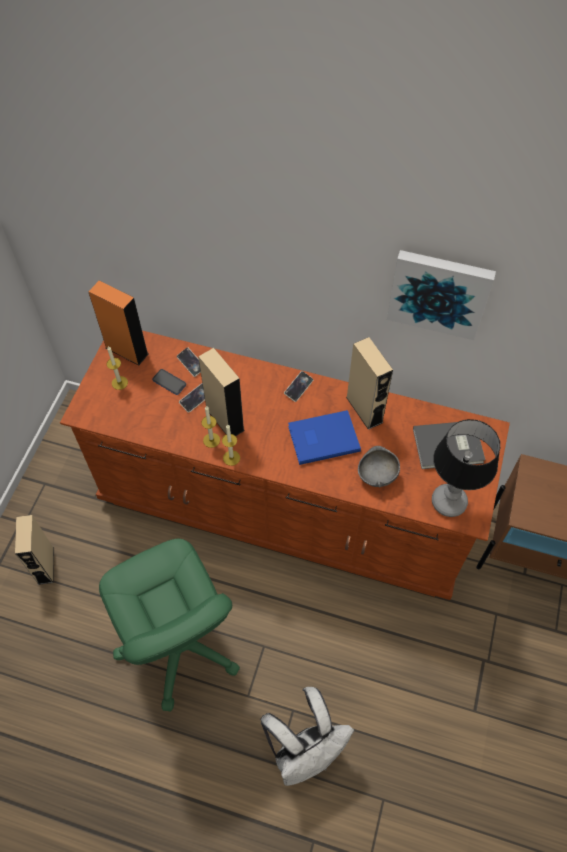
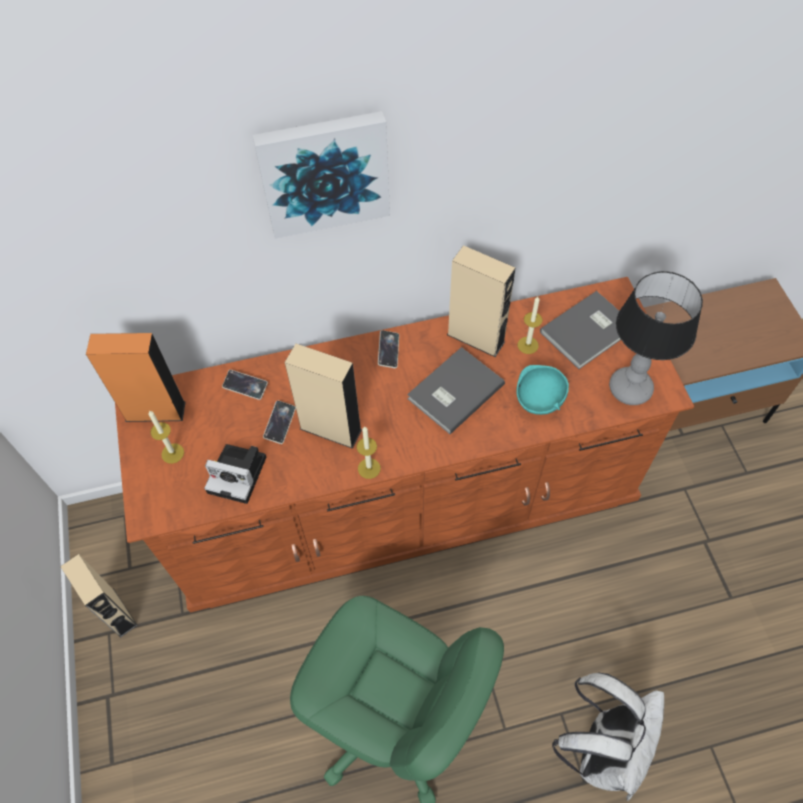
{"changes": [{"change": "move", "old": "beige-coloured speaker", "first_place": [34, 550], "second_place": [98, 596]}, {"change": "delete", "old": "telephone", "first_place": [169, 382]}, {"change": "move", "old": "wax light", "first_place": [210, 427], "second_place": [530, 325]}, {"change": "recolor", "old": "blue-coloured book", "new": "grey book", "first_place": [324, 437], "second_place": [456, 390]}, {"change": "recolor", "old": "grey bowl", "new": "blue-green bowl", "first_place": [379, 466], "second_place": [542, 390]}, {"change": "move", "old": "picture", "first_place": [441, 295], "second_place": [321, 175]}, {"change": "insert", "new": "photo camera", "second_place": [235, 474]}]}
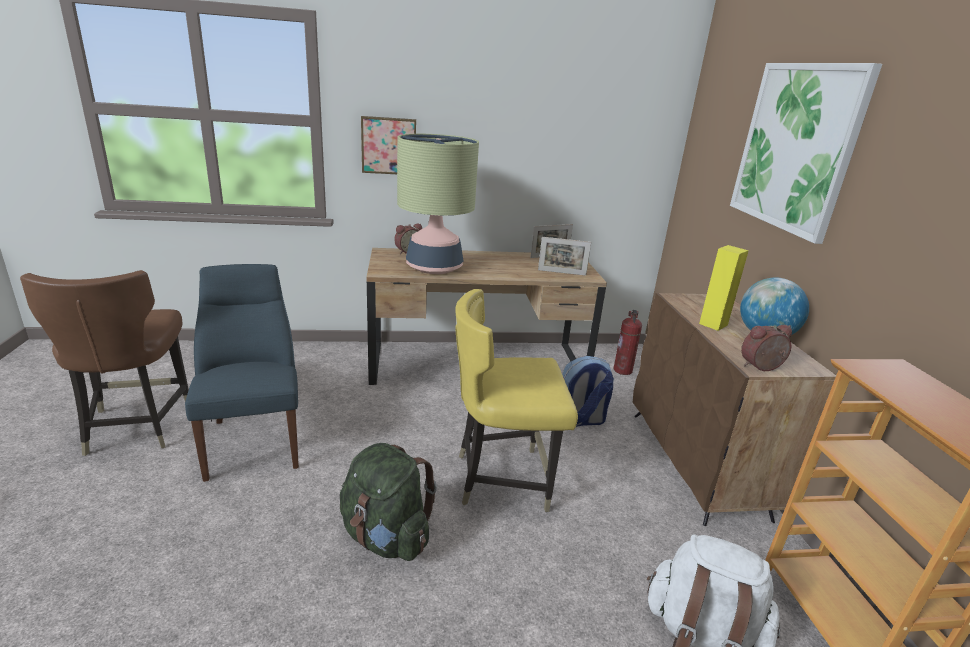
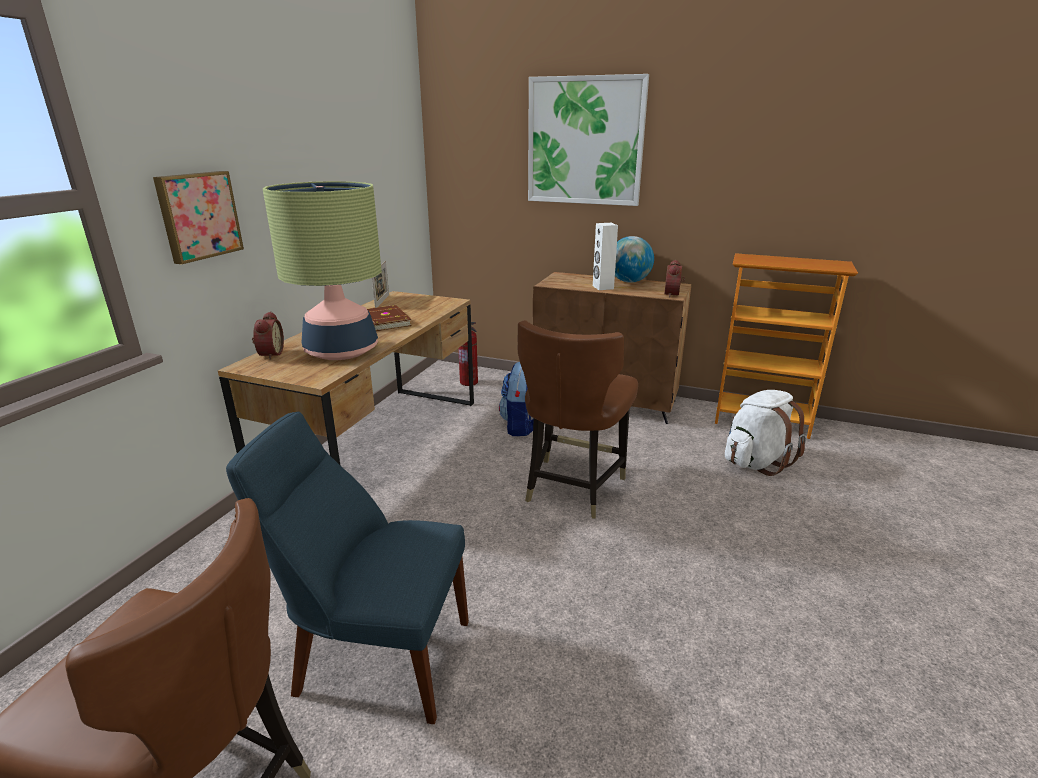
{"changes": [{"change": "delete", "old": "greenish knapsack", "first_place": [388, 502]}, {"change": "recolor", "old": "yellow-coloured plain chair", "new": "brownish plain chair", "first_place": [516, 400], "second_place": [578, 419]}, {"change": "delete", "old": "standing frame", "first_place": [564, 256]}, {"change": "recolor", "old": "yellow-coloured speaker", "new": "white speaker", "first_place": [724, 288], "second_place": [605, 256]}, {"change": "insert", "new": "brownish book", "second_place": [389, 318]}]}
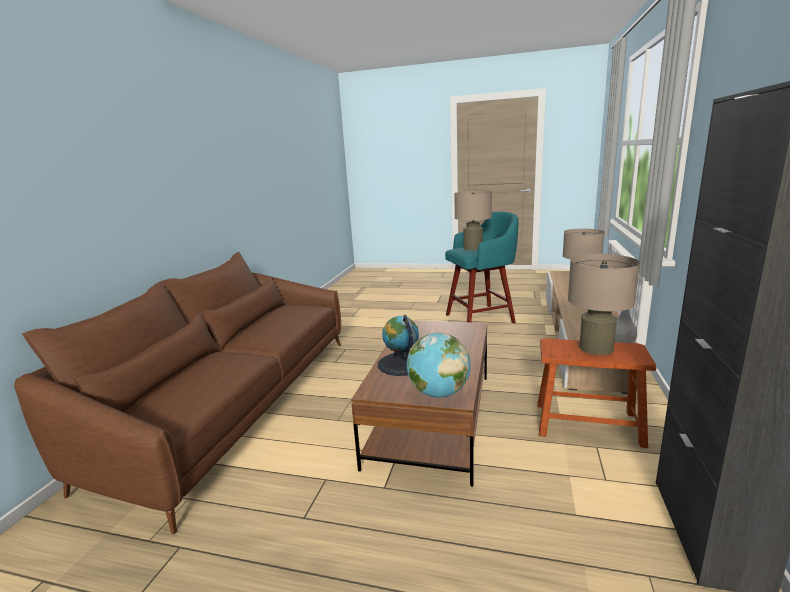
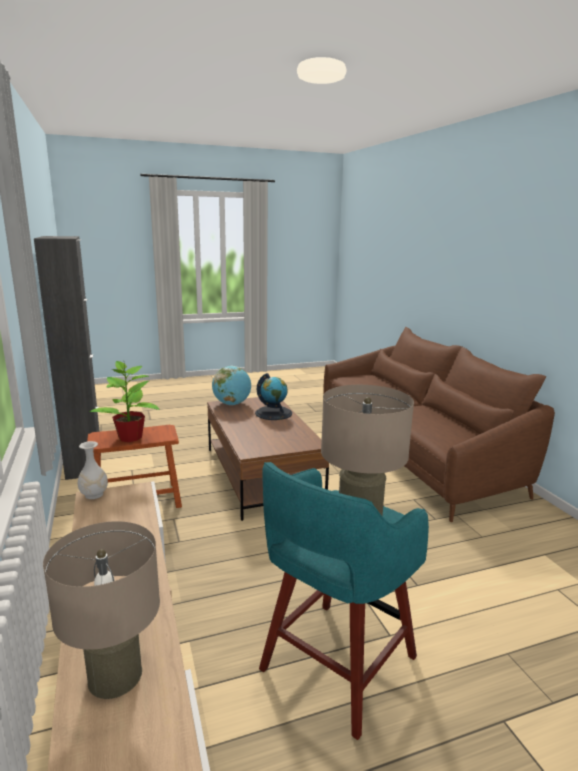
{"changes": [{"change": "replace", "old": "beige-coloured tabletop lamp", "new": "potted plant", "first_place": [604, 304], "second_place": [124, 401]}]}
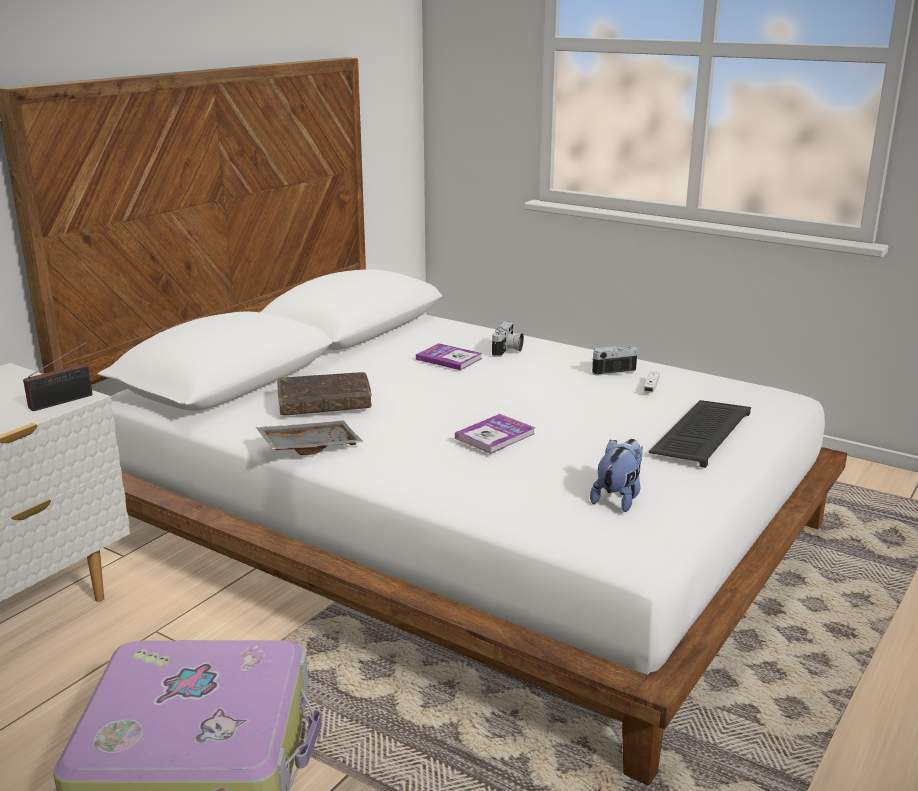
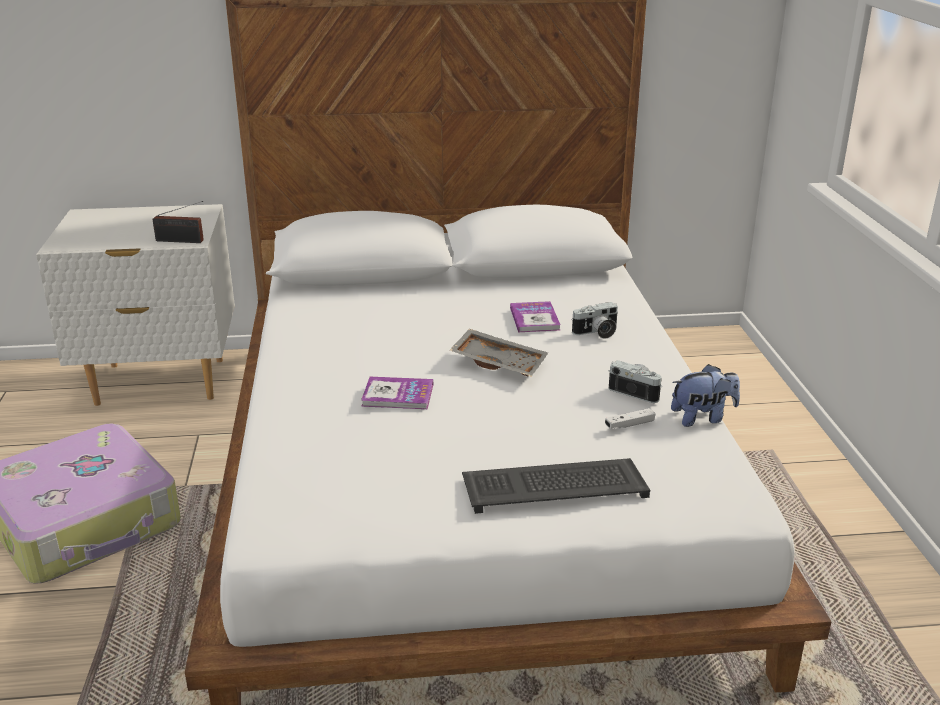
{"changes": [{"change": "move", "old": "grey tray", "first_place": [309, 437], "second_place": [499, 352]}, {"change": "delete", "old": "brownish book", "first_place": [324, 393]}, {"change": "move", "old": "cuddly toy", "first_place": [616, 475], "second_place": [705, 395]}]}
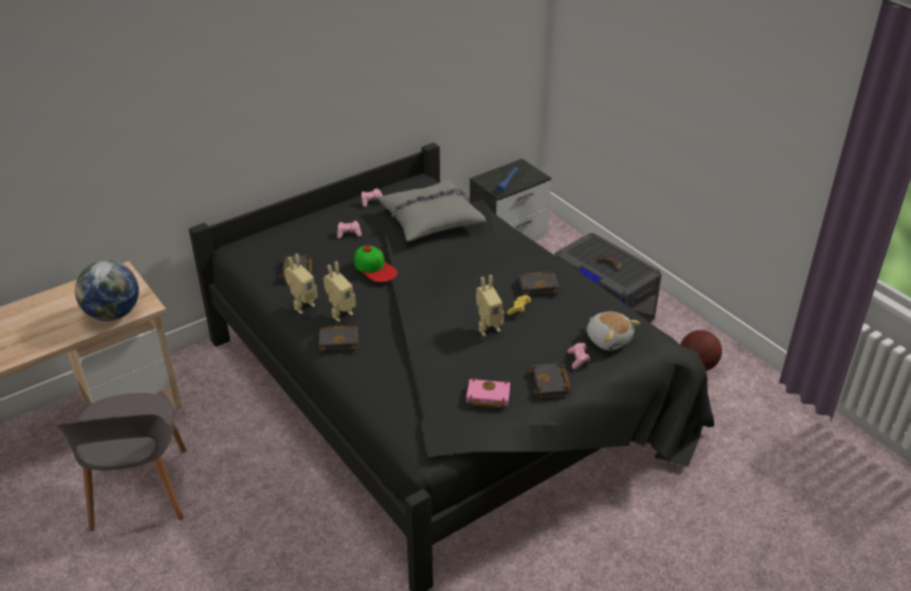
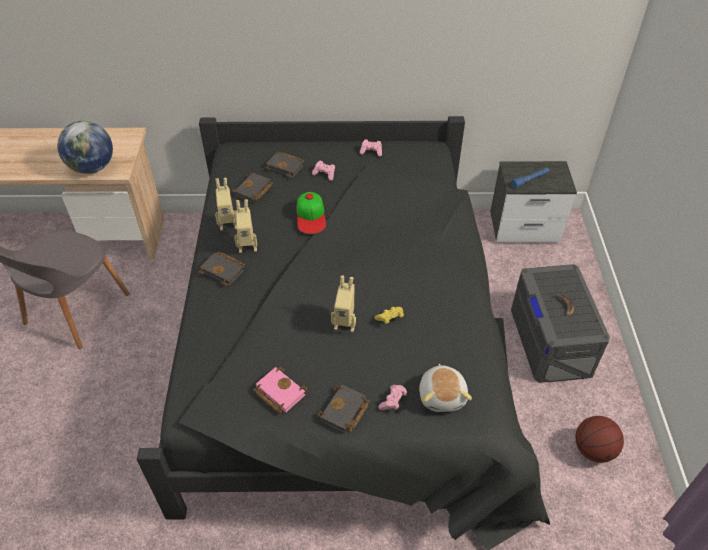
{"changes": [{"change": "delete", "old": "grey pillow", "first_place": [431, 211]}, {"change": "move", "old": "black-coloured book", "first_place": [539, 284], "second_place": [284, 165]}]}
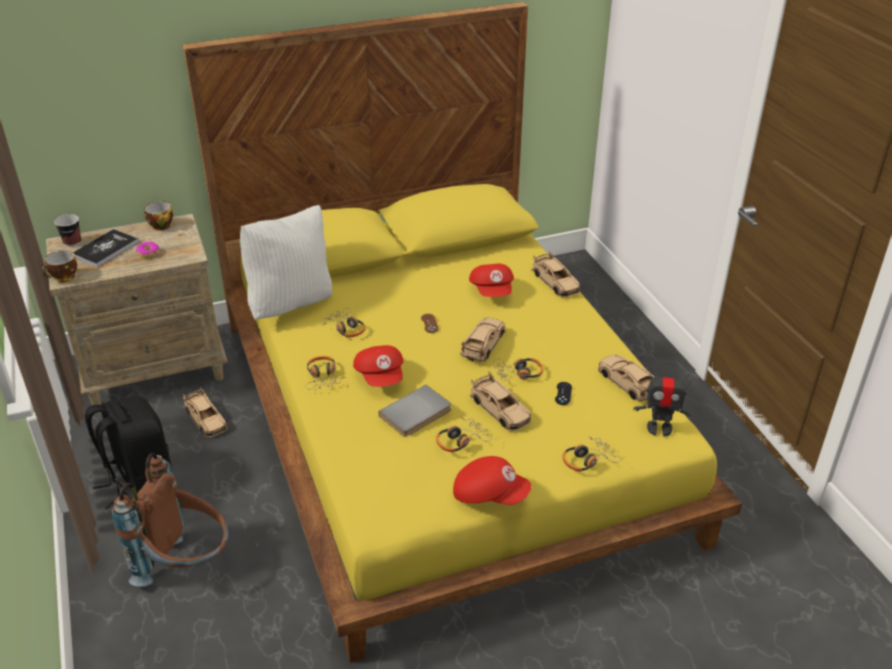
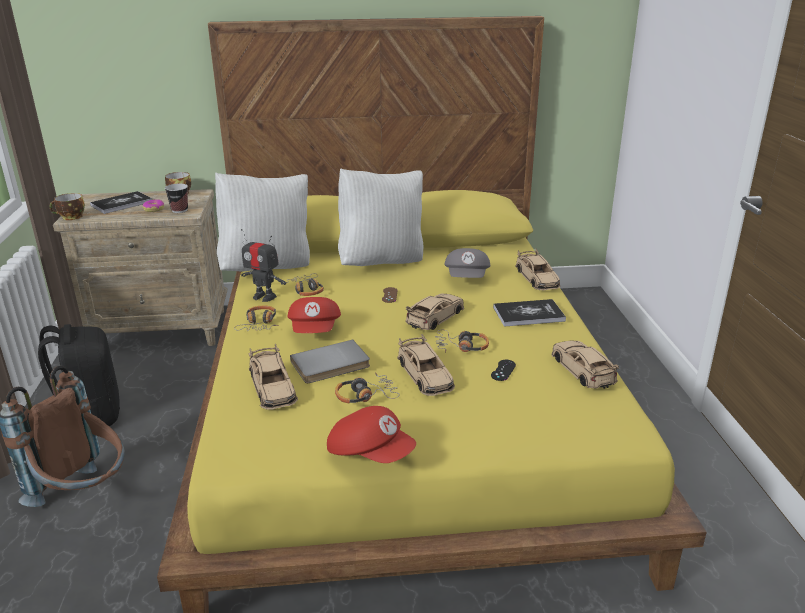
{"changes": [{"change": "move", "old": "small cup", "first_place": [67, 230], "second_place": [176, 198]}, {"change": "move", "old": "beige-coloured toy car", "first_place": [205, 412], "second_place": [273, 377]}, {"change": "recolor", "old": "red-coloured baseball cap", "new": "grey baseball cap", "first_place": [491, 280], "second_place": [467, 263]}, {"change": "delete", "old": "pair of headphones", "first_place": [592, 454]}, {"change": "move", "old": "toy robot", "first_place": [663, 402], "second_place": [263, 265]}, {"change": "insert", "new": "white pillow", "second_place": [380, 217]}, {"change": "insert", "new": "book", "second_place": [529, 313]}]}
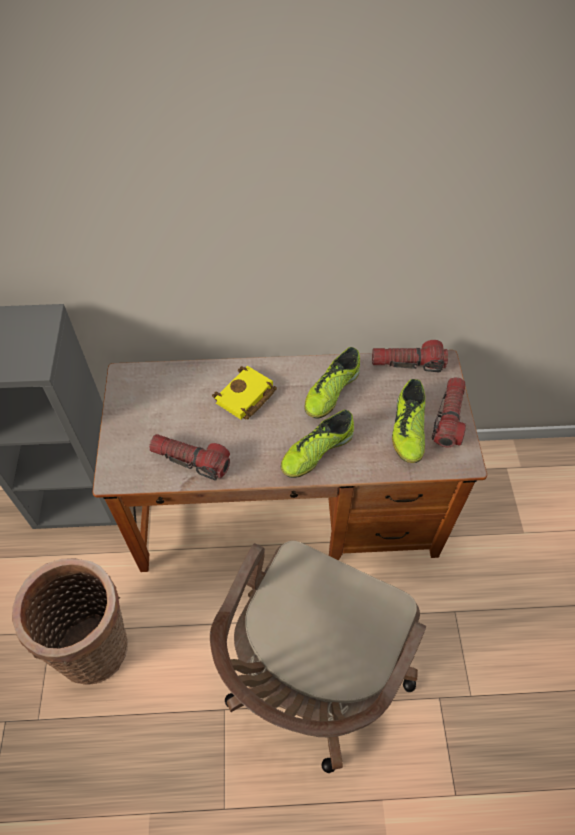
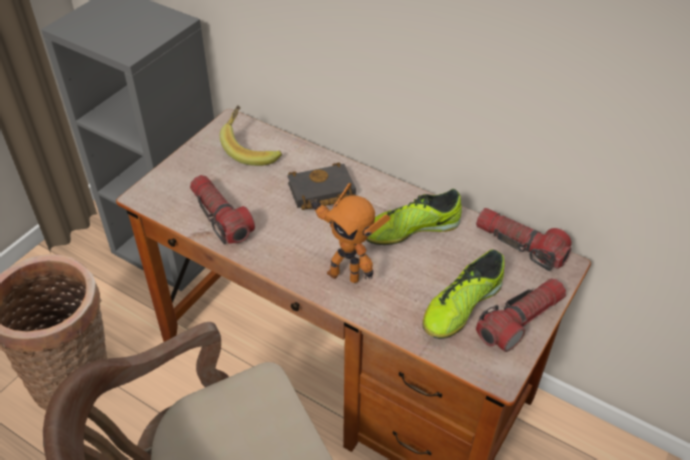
{"changes": [{"change": "recolor", "old": "yellow-coloured book", "new": "black-coloured book", "first_place": [244, 392], "second_place": [321, 186]}, {"change": "replace", "old": "low shoe", "new": "toy robot", "first_place": [317, 443], "second_place": [350, 232]}, {"change": "insert", "new": "banana fruit", "second_place": [251, 136]}]}
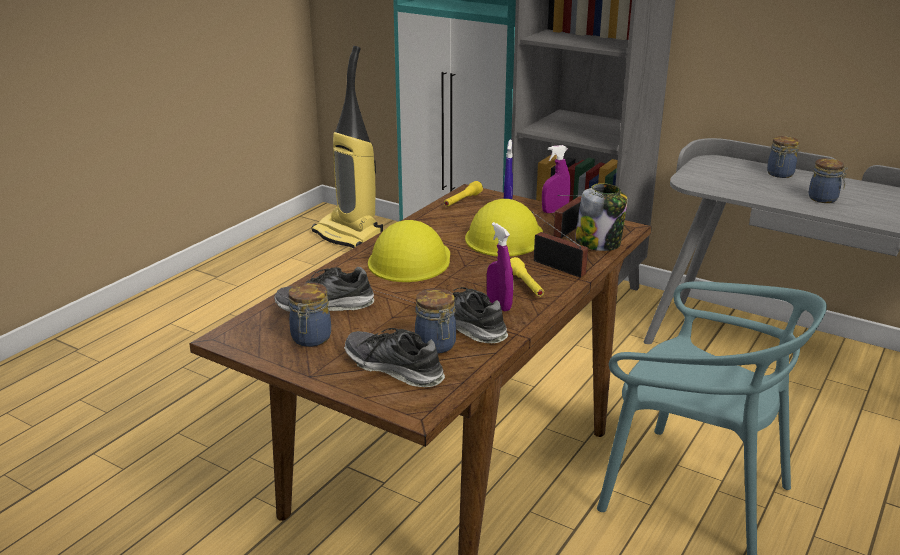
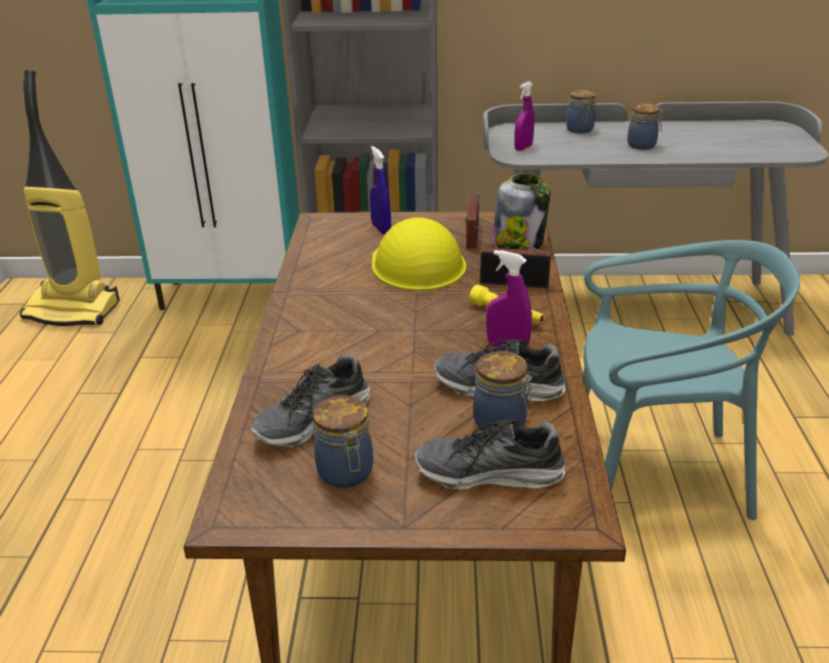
{"changes": [{"change": "delete", "old": "yellow-coloured hard hat", "first_place": [409, 251]}, {"change": "delete", "old": "yellow-coloured hand torch", "first_place": [463, 194]}, {"change": "move", "old": "purple spray bottle", "first_place": [556, 179], "second_place": [524, 116]}]}
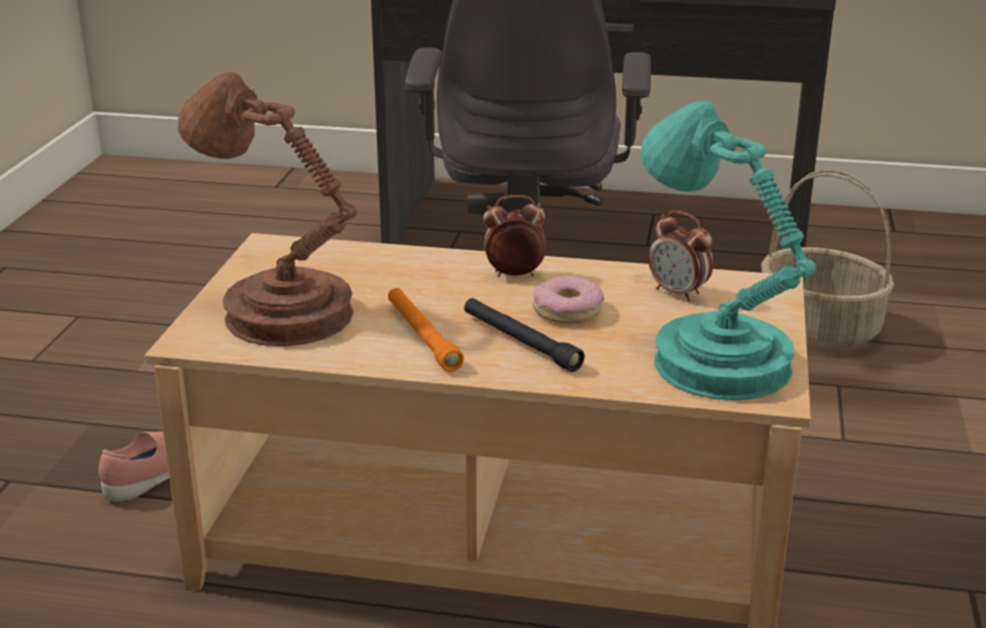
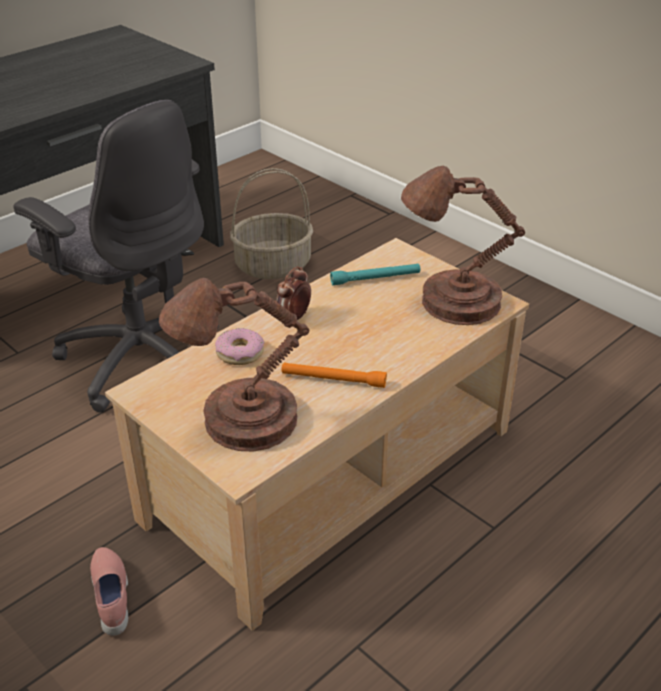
{"changes": [{"change": "delete", "old": "black-coloured hand torch", "first_place": [524, 335]}, {"change": "move", "old": "ring doughnut", "first_place": [568, 299], "second_place": [239, 346]}, {"change": "recolor", "old": "blue-green tabletop lamp", "new": "brownish tabletop lamp", "first_place": [728, 250], "second_place": [463, 245]}, {"change": "replace", "old": "alarm clock", "new": "blue-green hand torch", "first_place": [680, 256], "second_place": [375, 274]}]}
